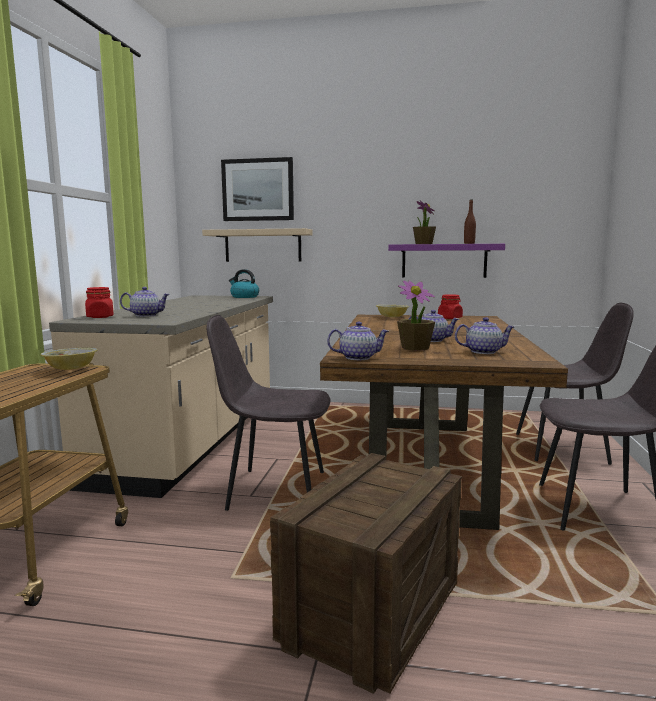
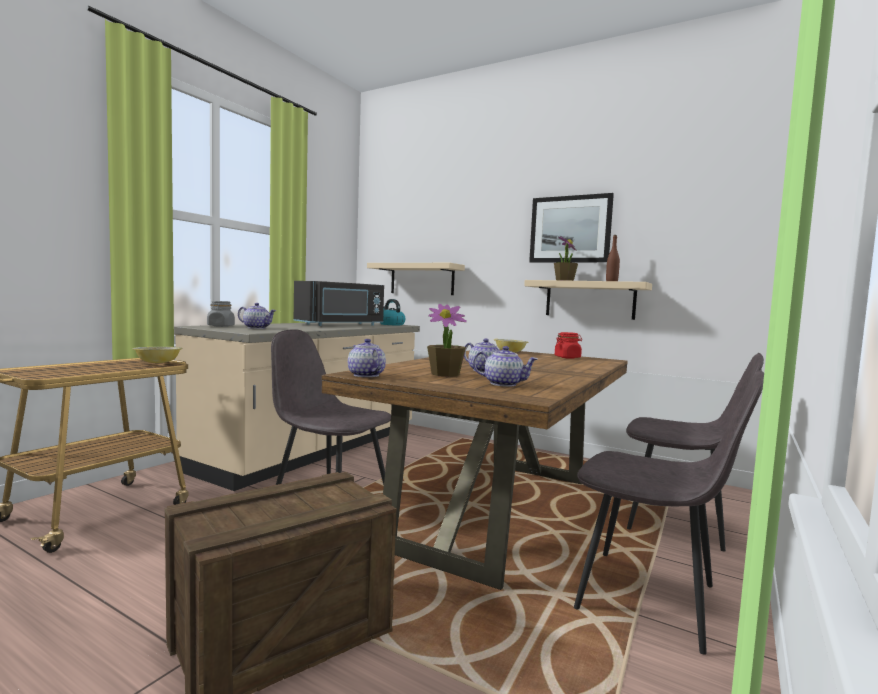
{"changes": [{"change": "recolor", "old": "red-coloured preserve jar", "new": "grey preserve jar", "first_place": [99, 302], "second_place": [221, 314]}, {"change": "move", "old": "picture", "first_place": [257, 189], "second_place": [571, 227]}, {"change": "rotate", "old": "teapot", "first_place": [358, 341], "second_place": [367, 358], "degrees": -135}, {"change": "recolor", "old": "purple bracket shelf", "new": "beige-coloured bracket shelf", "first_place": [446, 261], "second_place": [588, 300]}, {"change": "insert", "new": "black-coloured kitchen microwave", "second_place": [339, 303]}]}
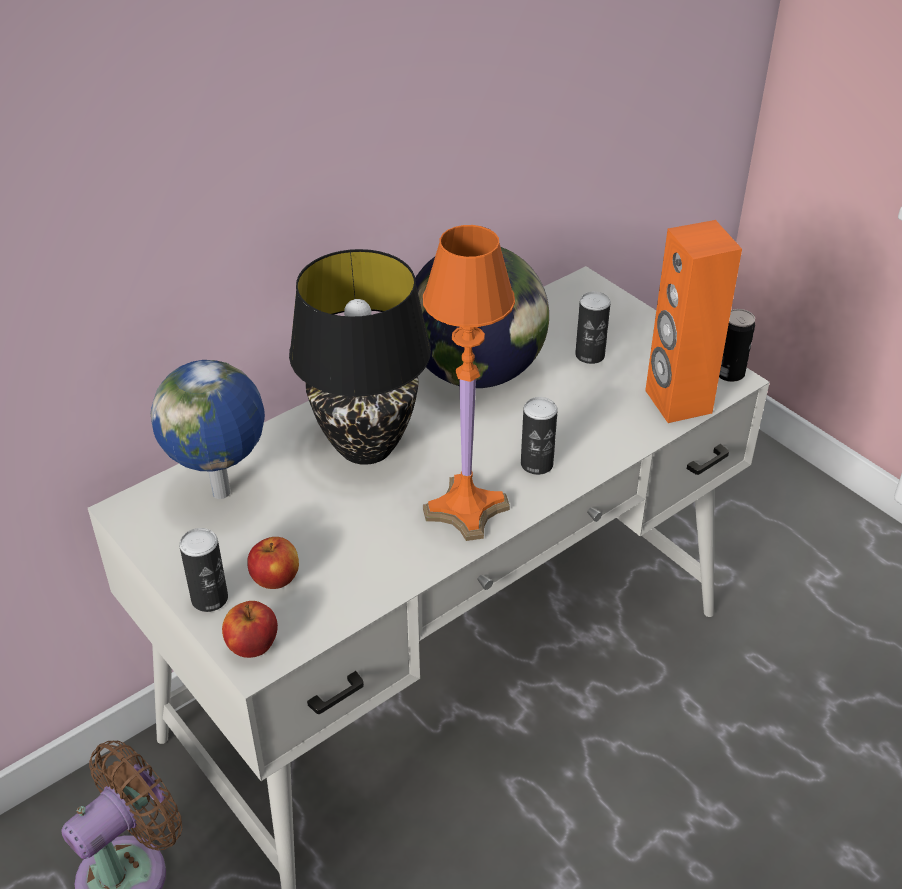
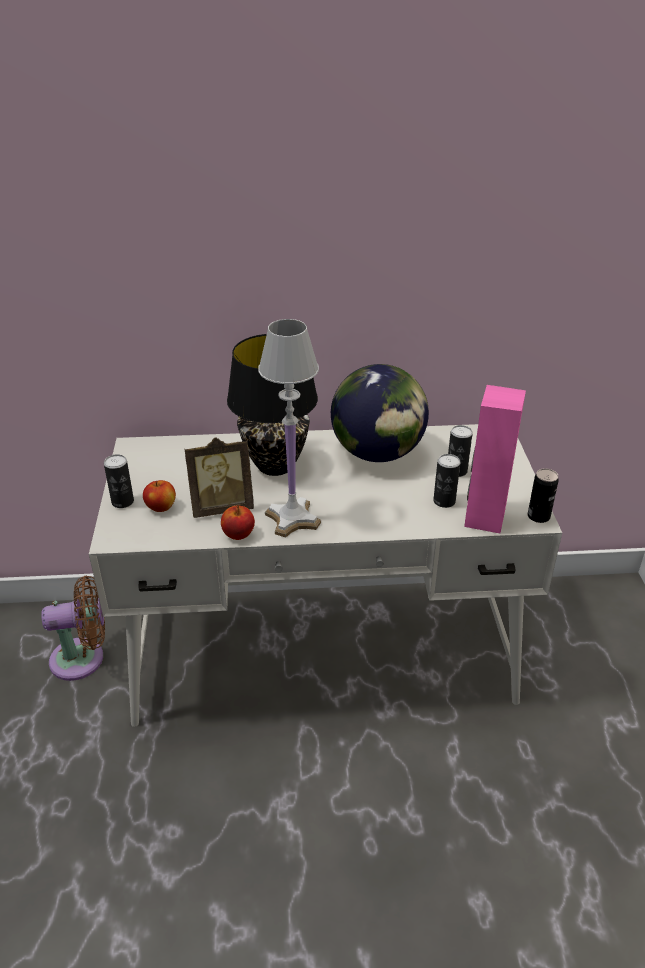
{"changes": [{"change": "delete", "old": "desk globe", "first_place": [208, 429]}, {"change": "move", "old": "whole apple", "first_place": [250, 629], "second_place": [238, 523]}, {"change": "recolor", "old": "orange tabletop lamp", "new": "white tabletop lamp", "first_place": [469, 383], "second_place": [289, 428]}, {"change": "move", "old": "metal can", "first_place": [539, 436], "second_place": [447, 481]}, {"change": "recolor", "old": "orange speaker", "new": "pinkish speaker", "first_place": [693, 321], "second_place": [495, 459]}, {"change": "insert", "new": "standing frame", "second_place": [219, 477]}]}
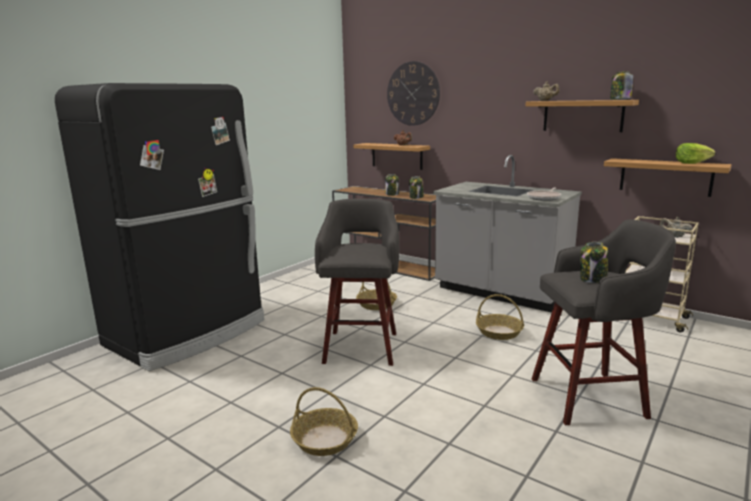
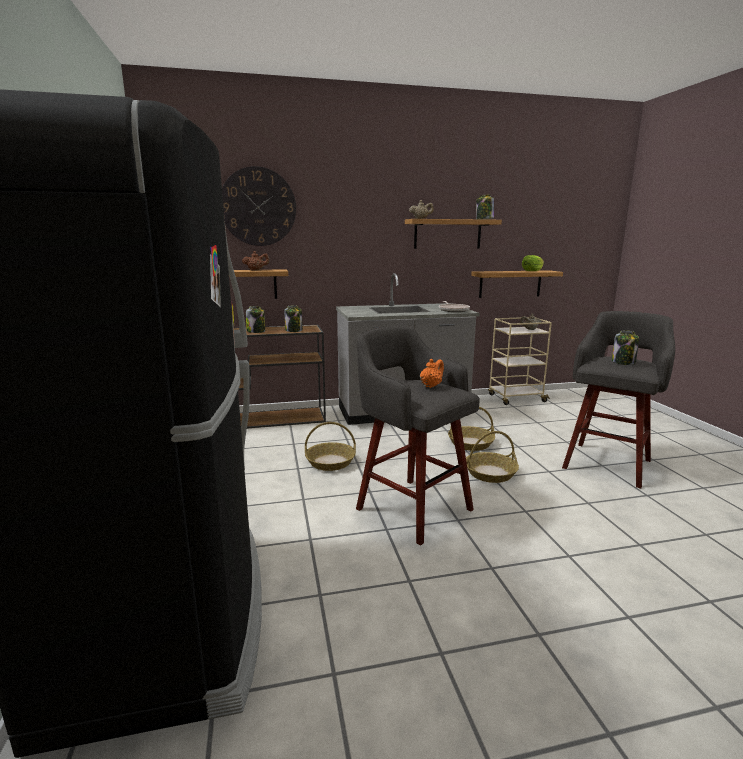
{"changes": [{"change": "move", "old": "storage basket", "first_place": [324, 421], "second_place": [492, 457]}, {"change": "insert", "new": "orange teapot", "second_place": [432, 373]}]}
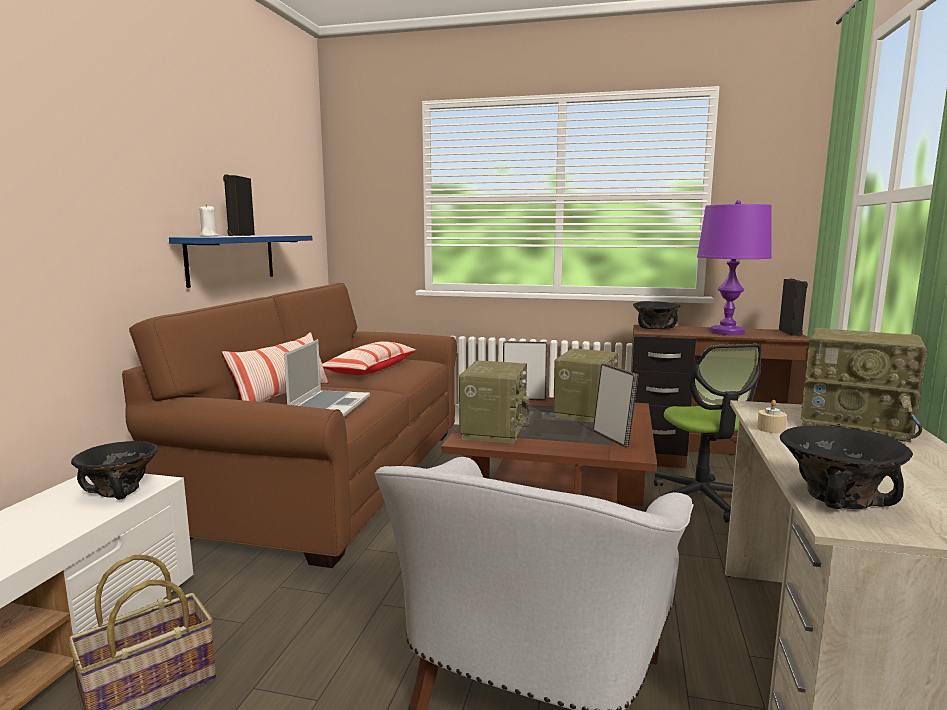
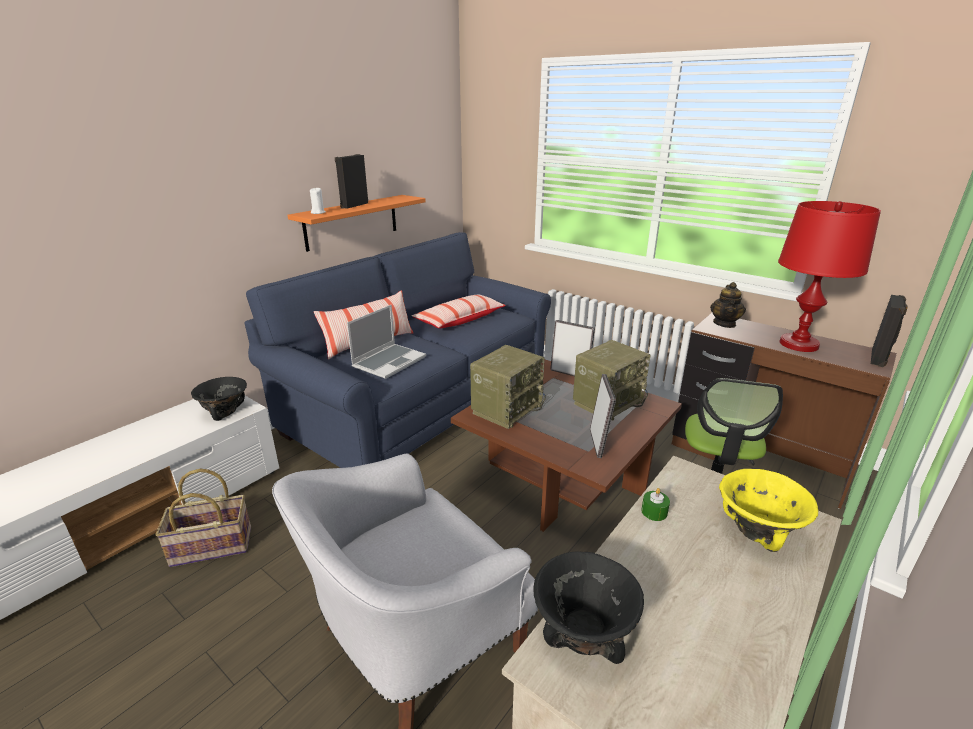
{"changes": [{"change": "recolor", "old": "brownish couch", "new": "blue-coloured couch", "first_place": [289, 425], "second_place": [398, 350]}, {"change": "recolor", "old": "blue-coloured bracket shelf", "new": "orange bracket shelf", "first_place": [240, 261], "second_place": [356, 223]}, {"change": "replace", "old": "black-coloured bowl", "new": "teapot", "first_place": [656, 315], "second_place": [728, 305]}, {"change": "recolor", "old": "purple tabletop lamp", "new": "red-coloured tabletop lamp", "first_place": [734, 267], "second_place": [829, 276]}, {"change": "recolor", "old": "beige-coloured wax light", "new": "greenish wax light", "first_place": [772, 416], "second_place": [655, 504]}, {"change": "replace", "old": "radio set", "new": "yellow-coloured bowl", "first_place": [864, 385], "second_place": [768, 510]}]}
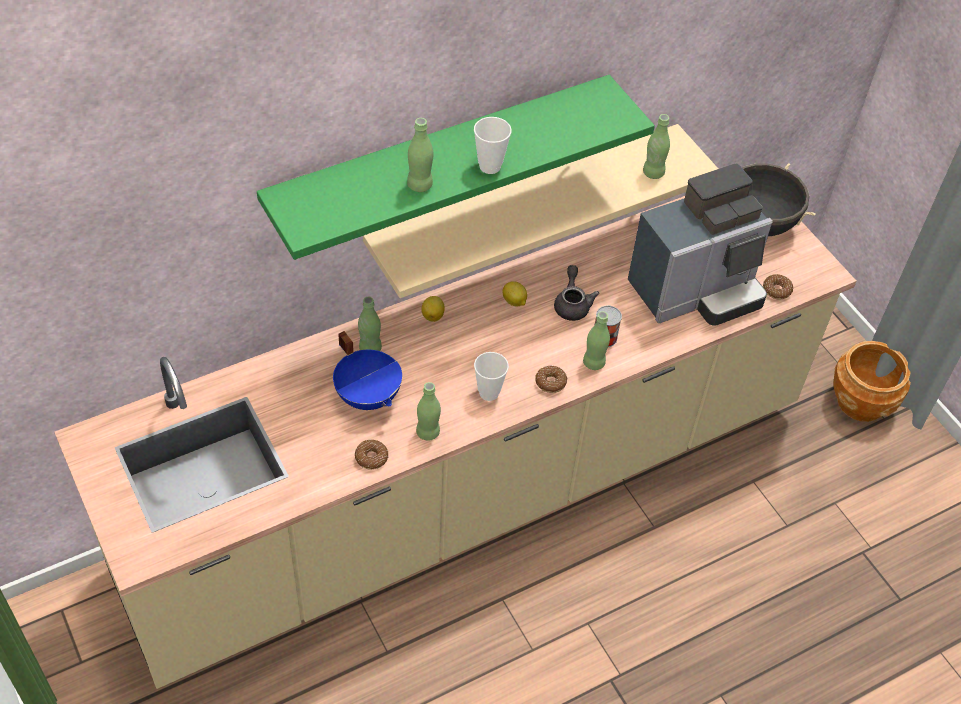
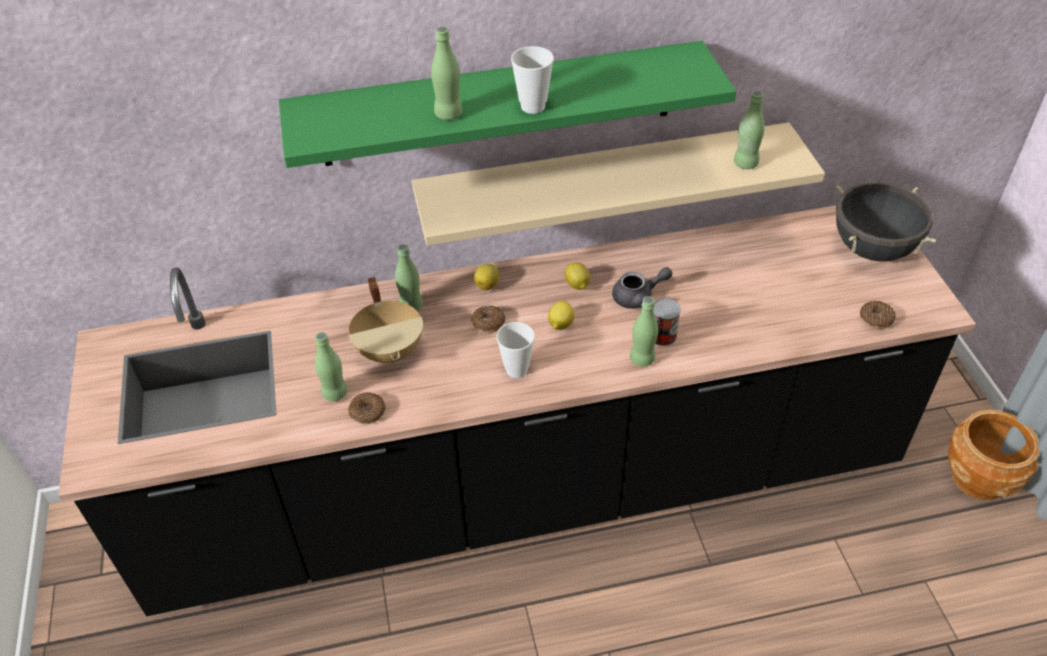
{"changes": [{"change": "recolor", "old": "beige-coloured kitchen counter", "new": "black-coloured kitchen counter", "first_place": [455, 442], "second_place": [517, 411]}, {"change": "recolor", "old": "blue-coloured saucepot", "new": "beige-coloured saucepot", "first_place": [367, 370], "second_place": [385, 320]}, {"change": "move", "old": "greenish beverage bottle", "first_place": [428, 411], "second_place": [331, 366]}, {"change": "move", "old": "ring doughnut", "first_place": [551, 379], "second_place": [488, 319]}, {"change": "rotate", "old": "grey teapot", "first_place": [576, 293], "second_place": [642, 288], "degrees": 60}, {"change": "delete", "old": "coffee maker", "first_place": [700, 245]}, {"change": "insert", "new": "citrus fruit", "second_place": [561, 315]}]}
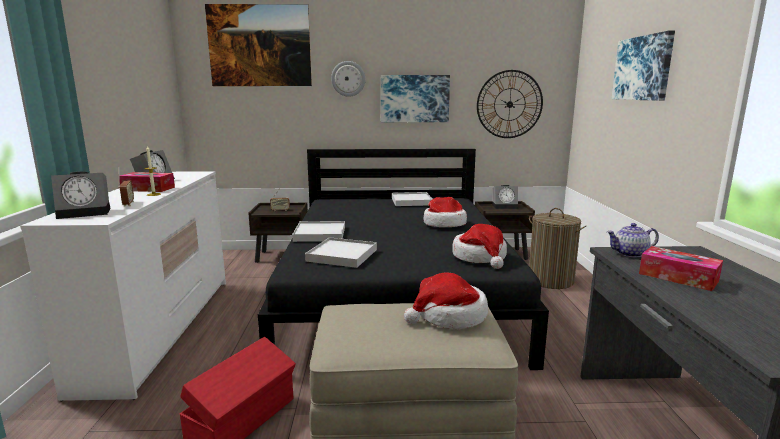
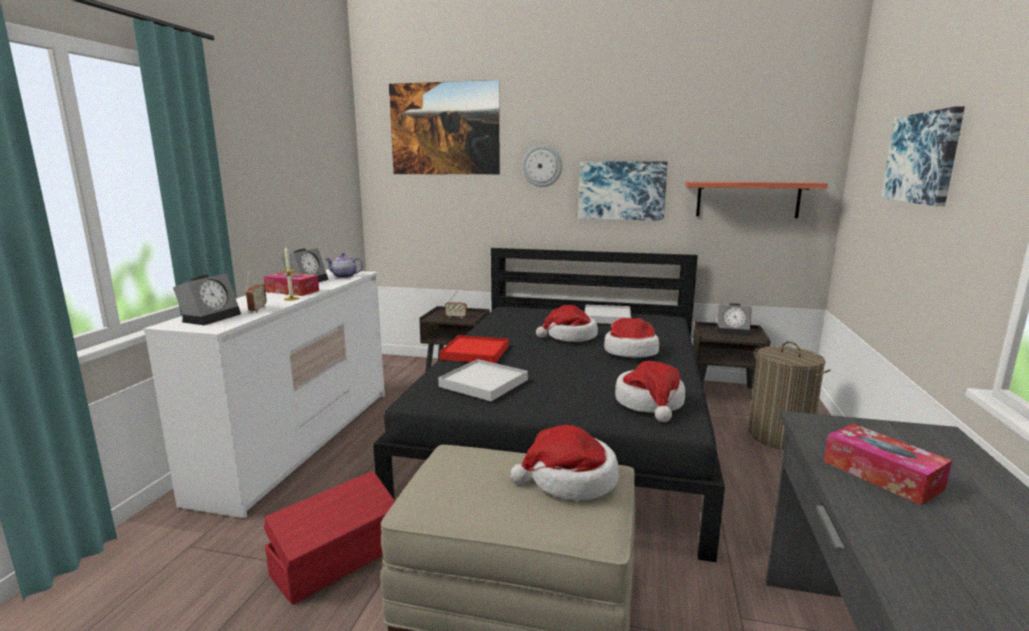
{"changes": [{"change": "rotate", "old": "alarm clock", "first_place": [81, 195], "second_place": [207, 299], "degrees": -60}, {"change": "recolor", "old": "white tray", "new": "red-coloured tray", "first_place": [318, 231], "second_place": [474, 349]}, {"change": "replace", "old": "clock on the wall", "new": "bracket shelf", "first_place": [510, 104], "second_place": [756, 199]}, {"change": "move", "old": "teapot", "first_place": [633, 240], "second_place": [344, 265]}, {"change": "insert", "new": "hat", "second_place": [567, 323]}]}
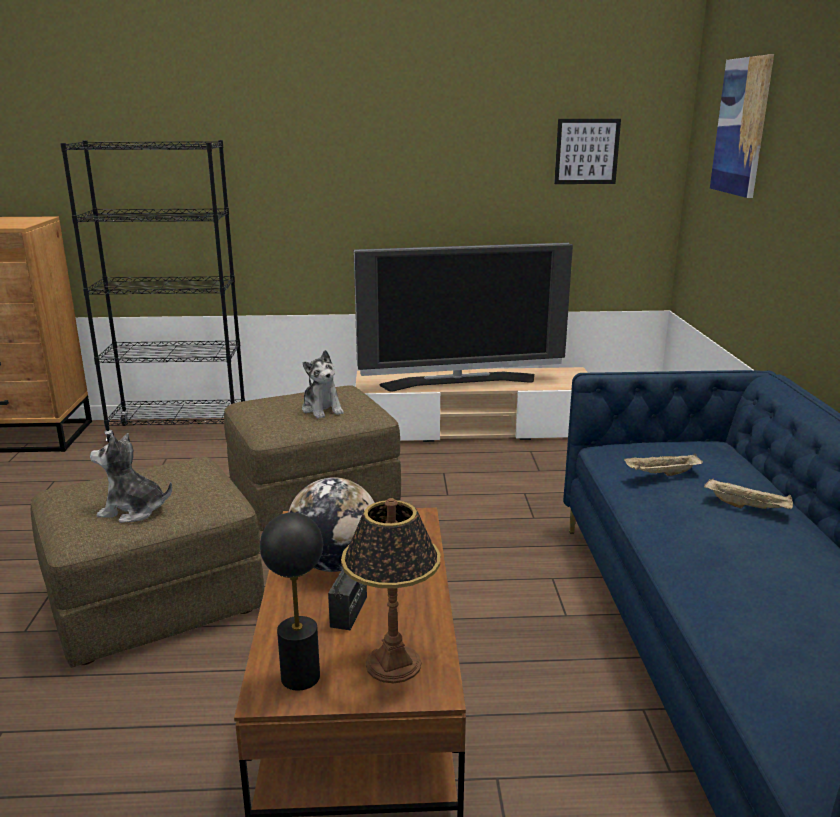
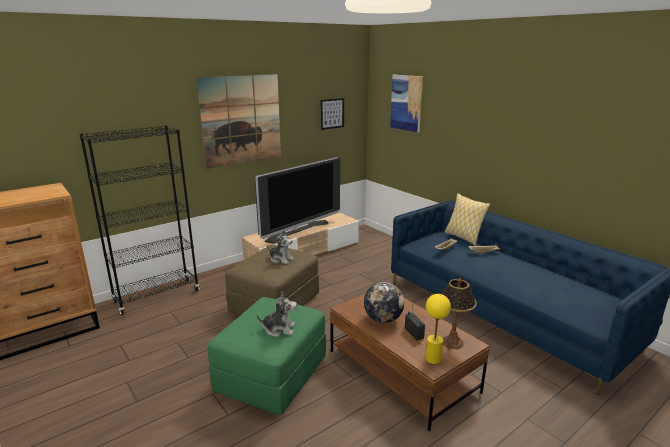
{"changes": [{"change": "recolor", "old": "brownish pouffe", "new": "greenish pouffe", "first_place": [147, 562], "second_place": [267, 356]}, {"change": "rotate", "old": "cuddly toy", "first_place": [131, 478], "second_place": [277, 314], "degrees": -150}, {"change": "recolor", "old": "black-coloured tabletop lamp", "new": "yellow-coloured tabletop lamp", "first_place": [291, 602], "second_place": [438, 329]}, {"change": "insert", "new": "picture", "second_place": [238, 121]}, {"change": "insert", "new": "pillow", "second_place": [467, 219]}]}
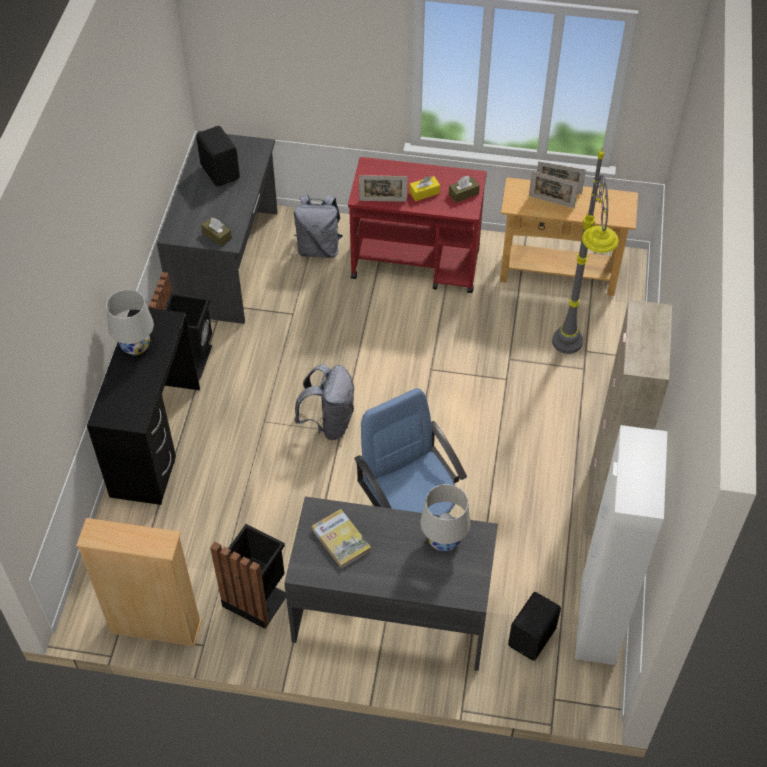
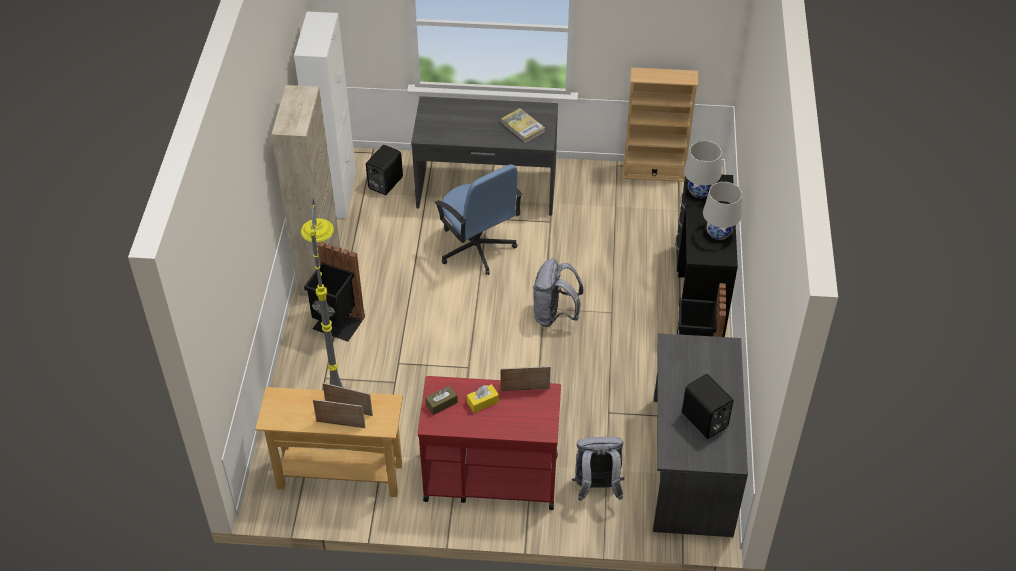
{"changes": [{"change": "delete", "old": "brownish tissue holder", "first_place": [216, 231]}, {"change": "move", "old": "black-coloured waste bin", "first_place": [248, 576], "second_place": [334, 292]}, {"change": "move", "old": "white tabletop lamp", "first_place": [445, 518], "second_place": [703, 169]}]}
